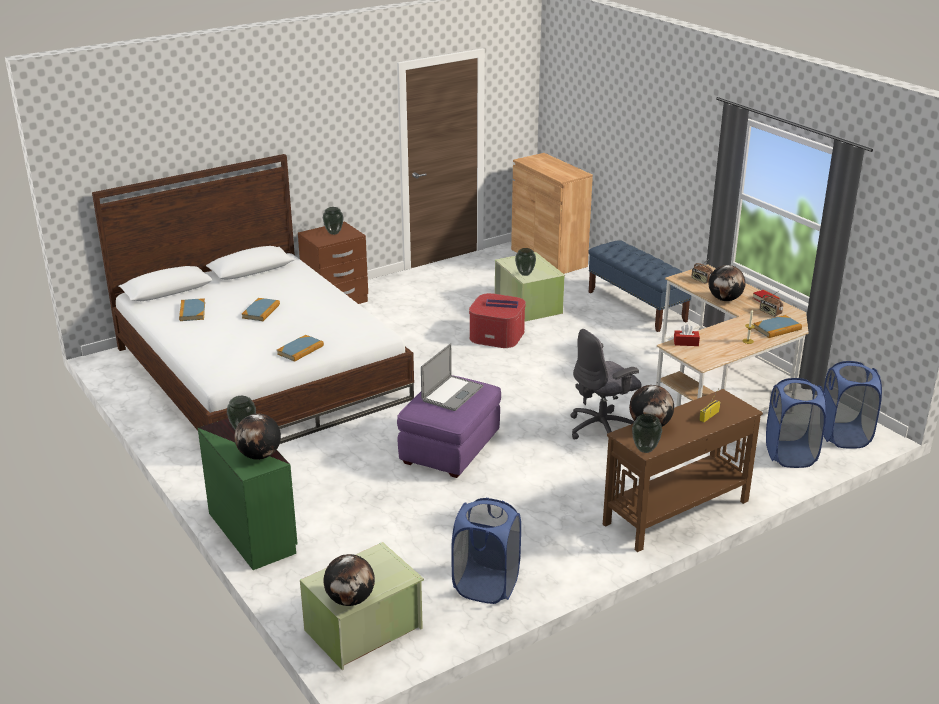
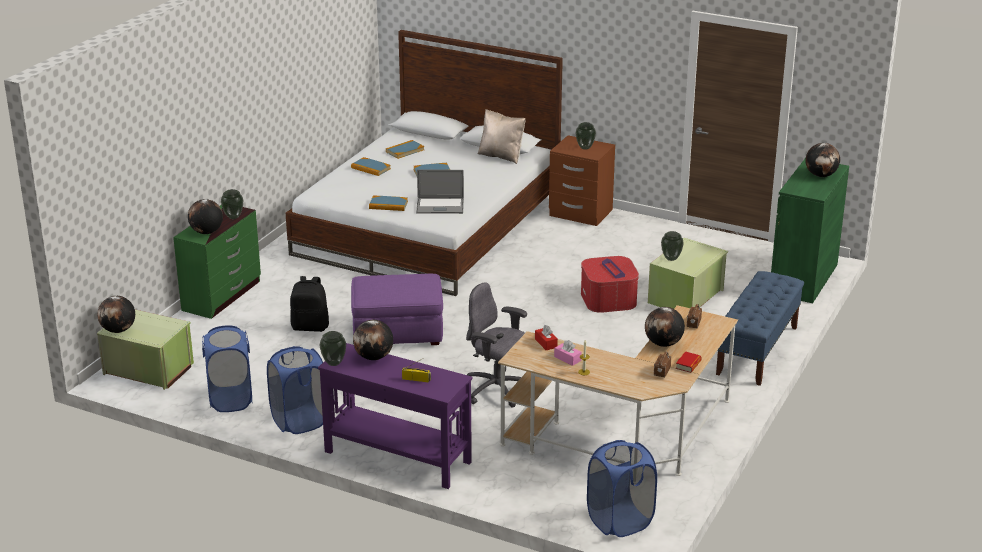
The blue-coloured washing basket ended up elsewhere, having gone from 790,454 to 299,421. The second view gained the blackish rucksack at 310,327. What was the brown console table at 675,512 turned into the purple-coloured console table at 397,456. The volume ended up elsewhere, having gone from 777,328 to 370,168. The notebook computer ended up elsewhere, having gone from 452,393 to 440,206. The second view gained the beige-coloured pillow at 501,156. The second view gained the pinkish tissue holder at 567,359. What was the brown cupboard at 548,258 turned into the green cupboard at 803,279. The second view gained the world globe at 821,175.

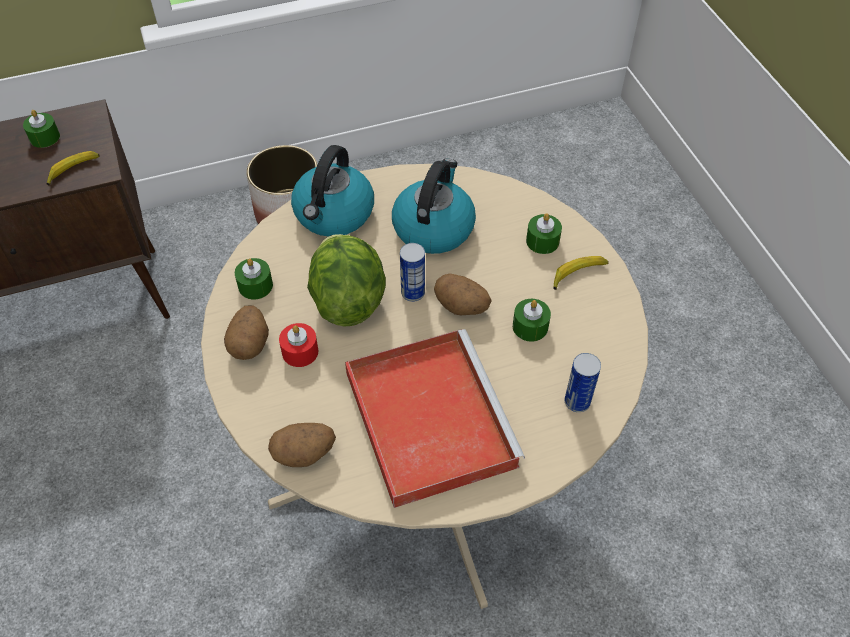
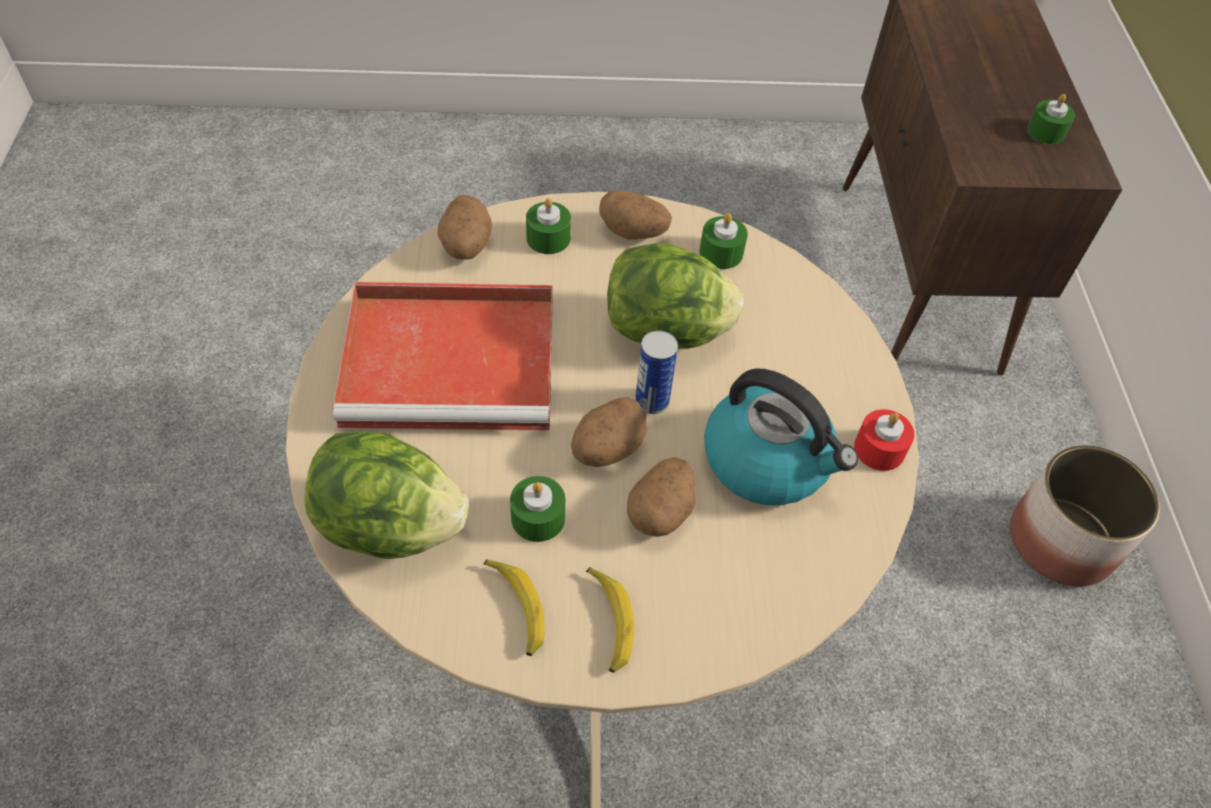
Where the sealed can stood at 577,402, the lettuce head came to stand at 391,526. The banana ended up elsewhere, having gone from 73,170 to 516,608. The green wax candle ended up elsewhere, having gone from 542,241 to 548,238. The second view gained the spud at 660,512. The reddish wax candle ended up elsewhere, having gone from 300,351 to 879,449. The second view lost the tea kettle at 334,214.

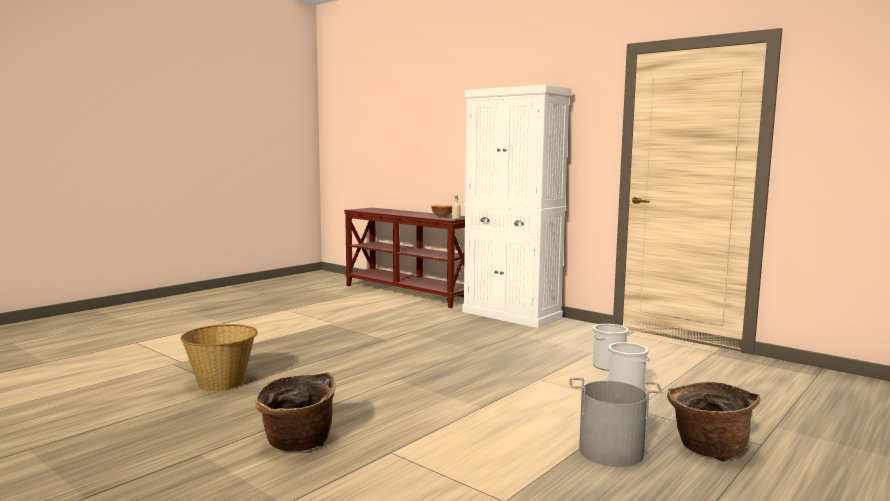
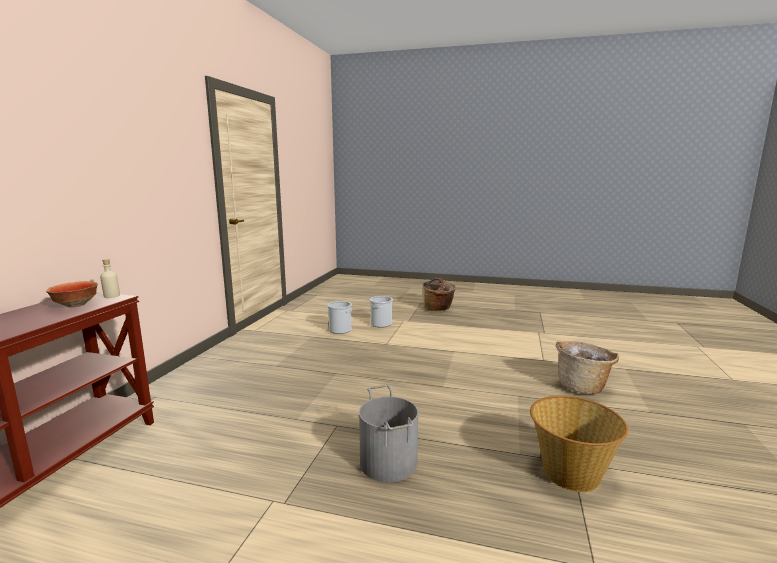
The grey pail ended up elsewhere, having gone from 611,452 to 389,462. The second view lost the white-coloured cupboard at 511,315.

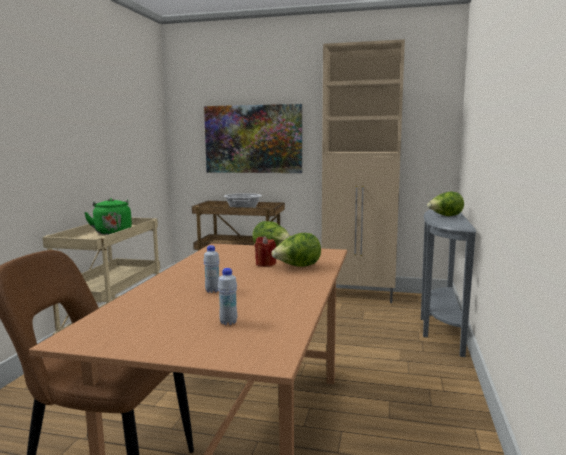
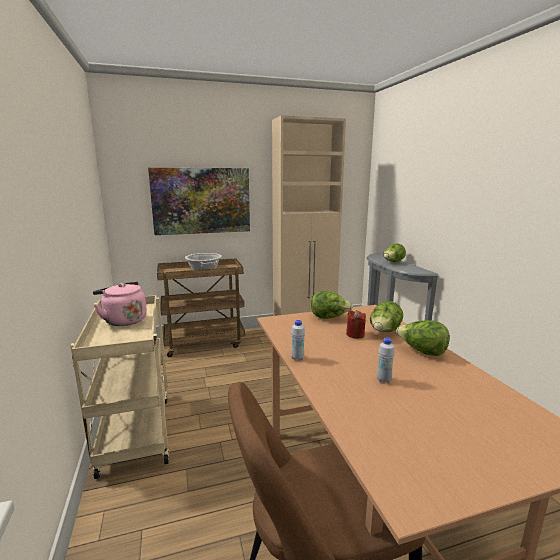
What was the green tea kettle at 112,232 turned into the pinkish tea kettle at 123,320. The white-coloured beverage bottle ended up elsewhere, having gone from 228,322 to 297,358. The second view gained the lettuce head at 422,352.

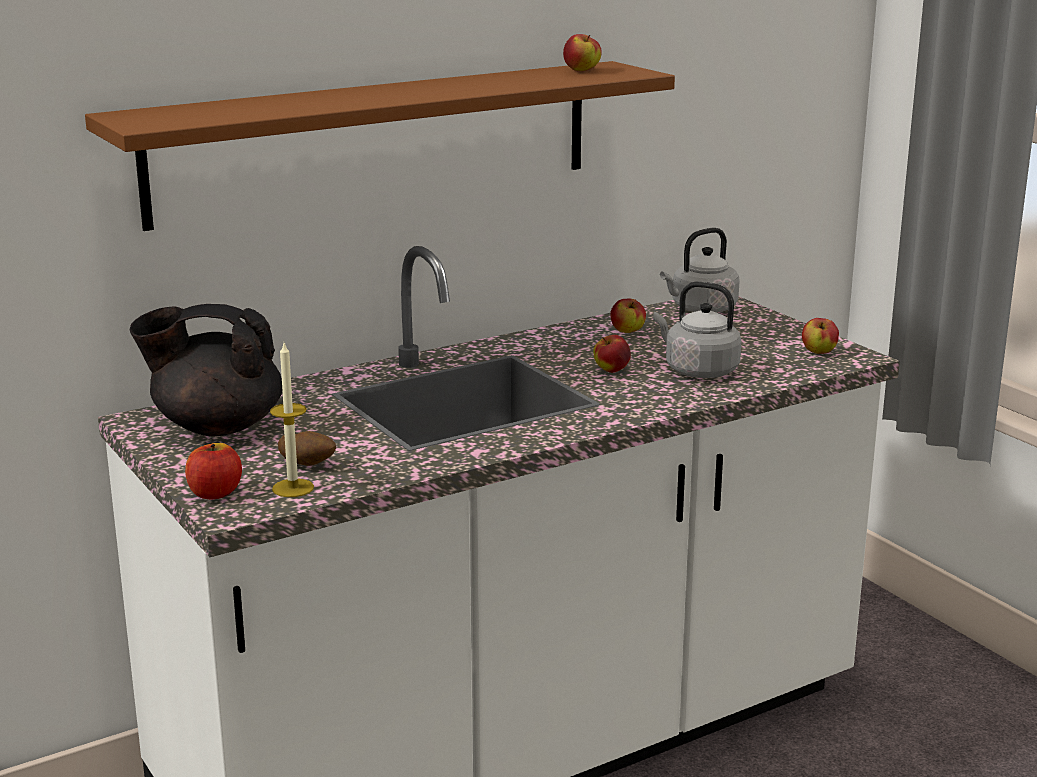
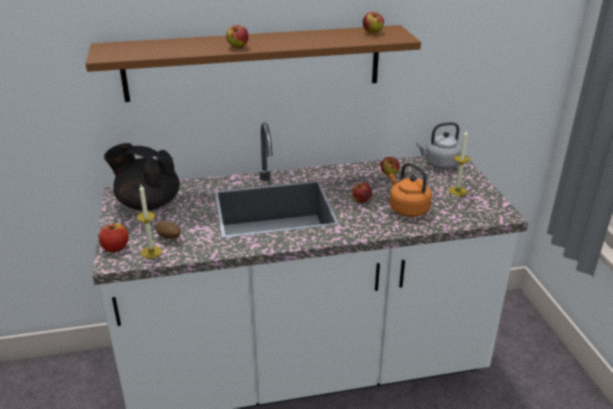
The apple fruit ended up elsewhere, having gone from 818,352 to 238,47. What was the grey tea kettle at 697,370 turned into the orangey tea kettle at 407,209. The second view gained the wax candle at 457,191.

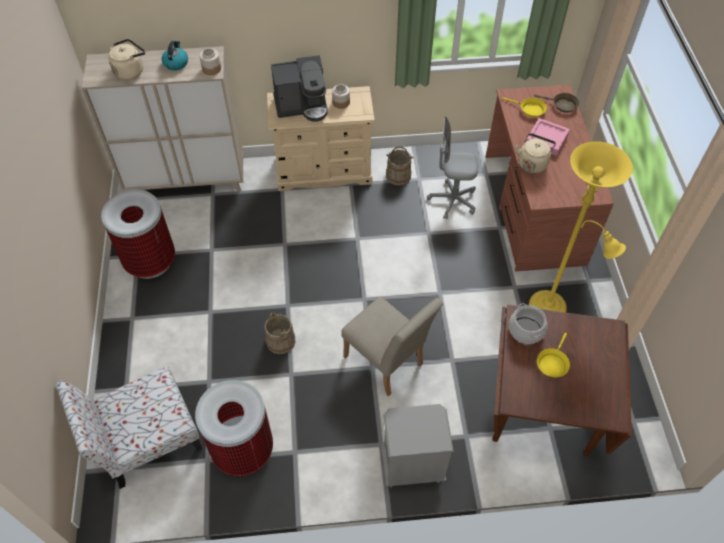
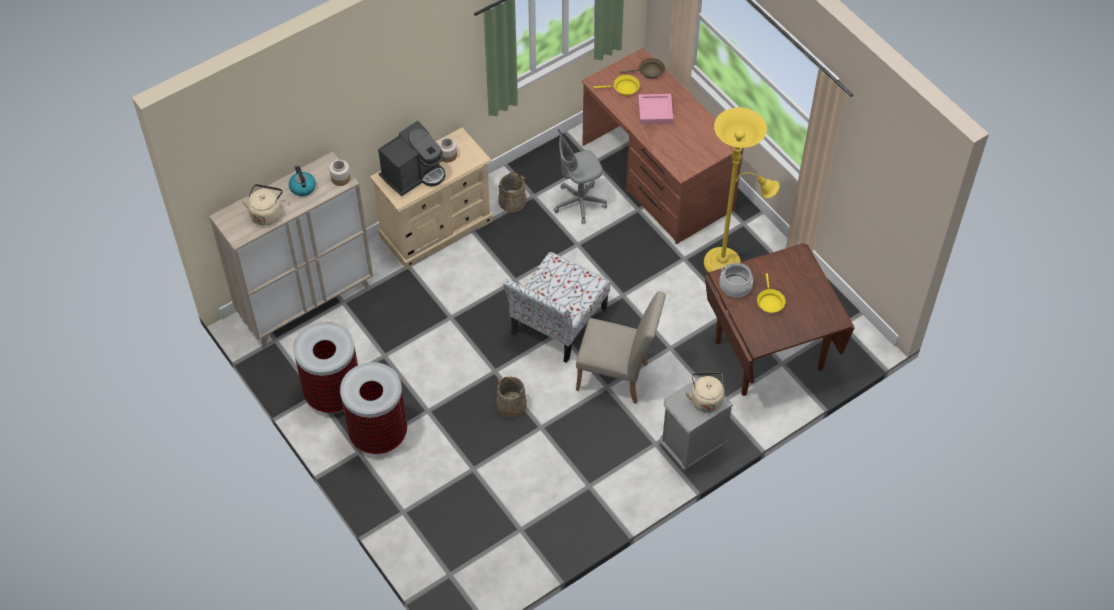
The waste bin ended up elsewhere, having gone from 242,449 to 378,434. The plain chair ended up elsewhere, having gone from 146,439 to 557,323. The beige-coloured tea kettle ended up elsewhere, having gone from 532,163 to 706,399.

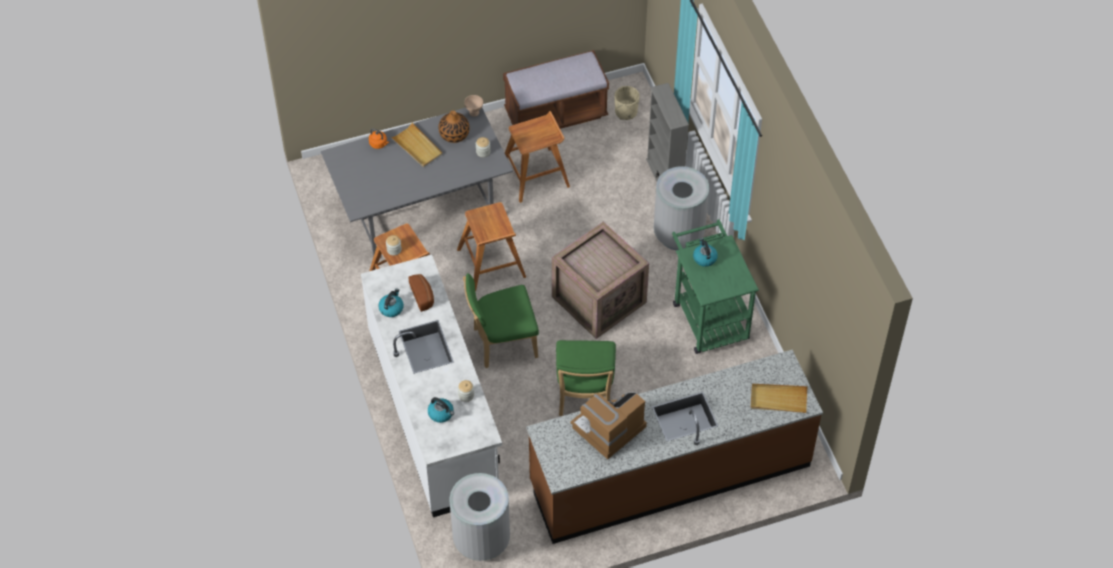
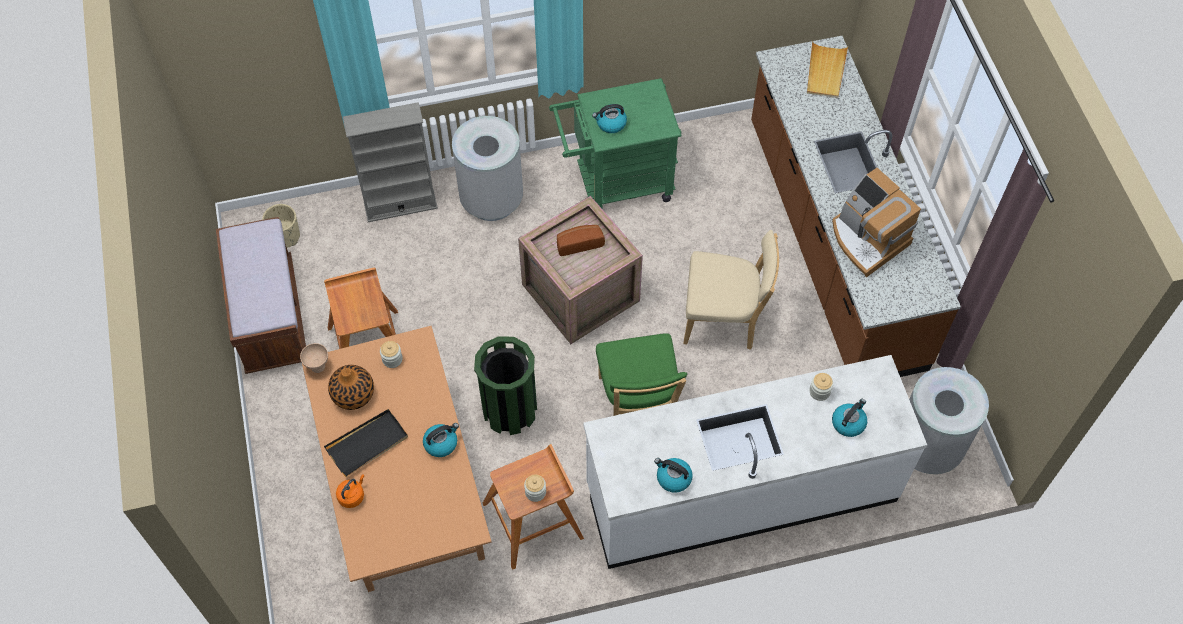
What was the grey dining table at 421,210 turned into the brown dining table at 405,493. What was the beige-coloured serving tray at 417,147 turned into the blackish serving tray at 367,444. The second view gained the tea kettle at 441,443. Where the brown stool stood at 491,264, the green waste bin came to stand at 510,410. The baked bread ended up elsewhere, having gone from 423,296 to 579,243. What was the green plain chair at 584,397 turned into the beige-coloured plain chair at 724,320.

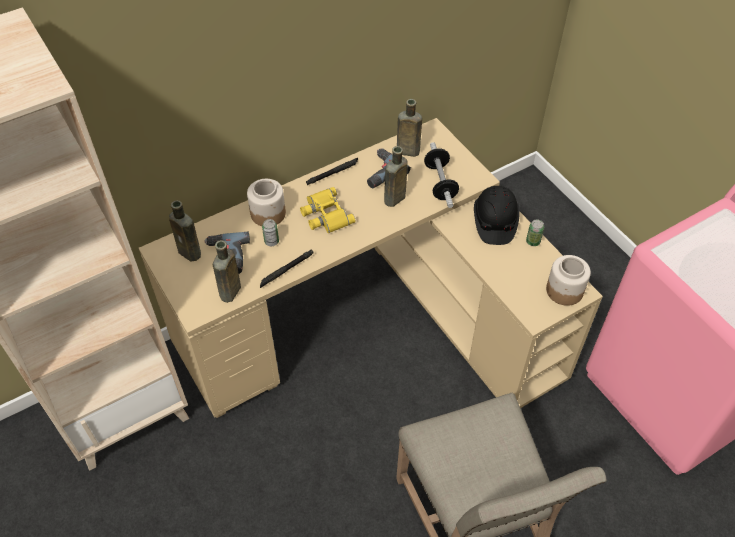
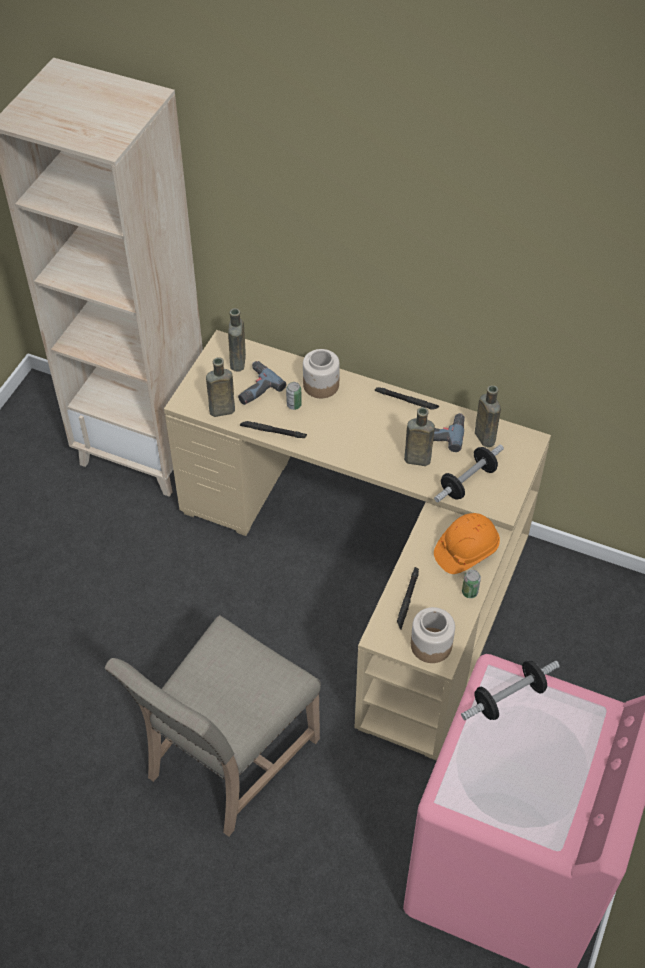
The second view gained the blackish hand torch at 407,599. What was the blackish hard hat at 494,222 turned into the orangey hard hat at 466,550. The second view gained the free weight at 508,698. The second view lost the yellow-coloured pair of binoculars at 325,214.

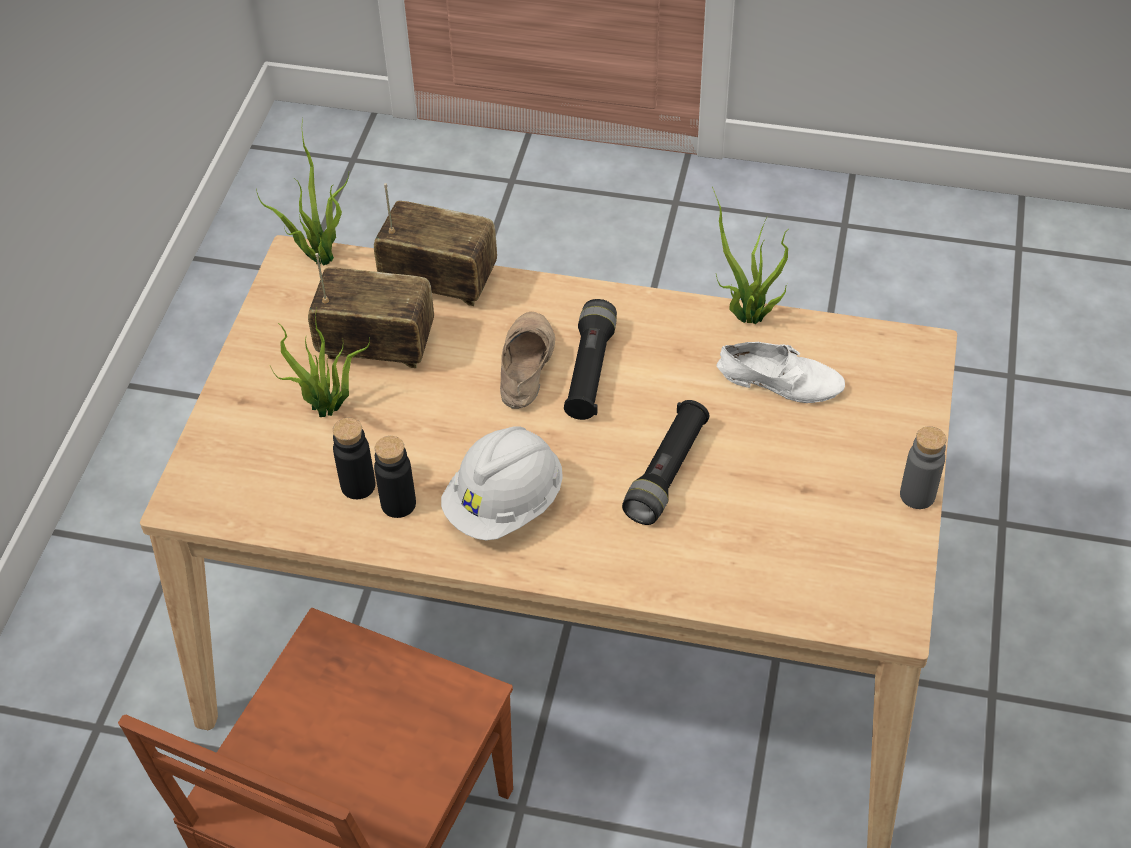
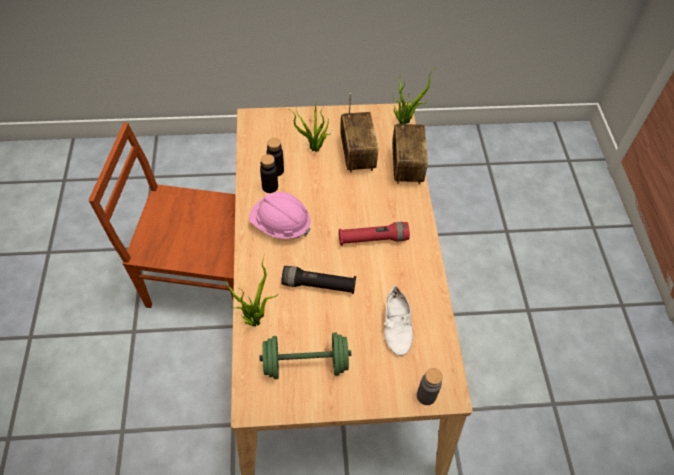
The houseplant ended up elsewhere, having gone from 747,317 to 254,318. What was the white-coloured hard hat at 505,504 turned into the pinkish hard hat at 280,225. The second view gained the green free weight at 305,364. What was the blackish hand torch at 590,371 turned into the reddish hand torch at 373,239. The grey beverage bottle ended up elsewhere, having gone from 917,495 to 426,396. The second view lost the beige-coloured low shoe at 524,365.

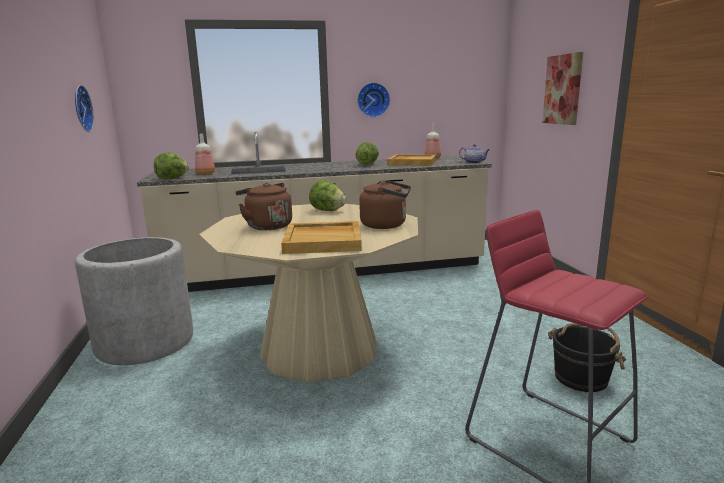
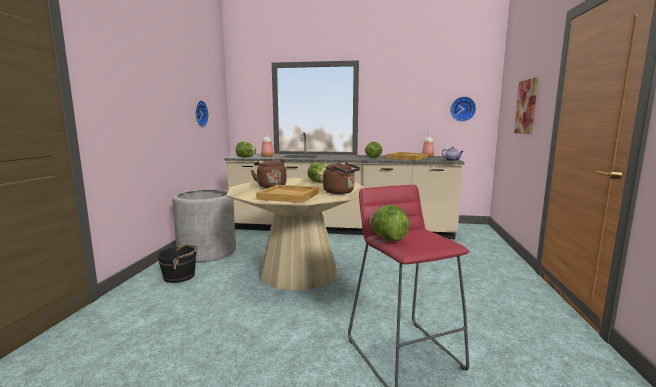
The blackish pail ended up elsewhere, having gone from 581,378 to 180,276. The second view gained the lettuce head at 387,239. The hanging clock ended up elsewhere, having gone from 373,100 to 462,109.

